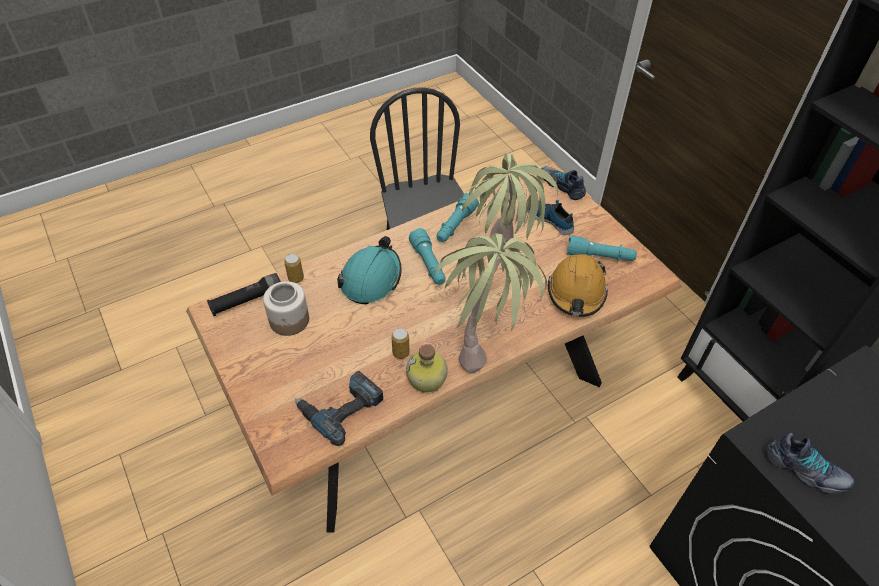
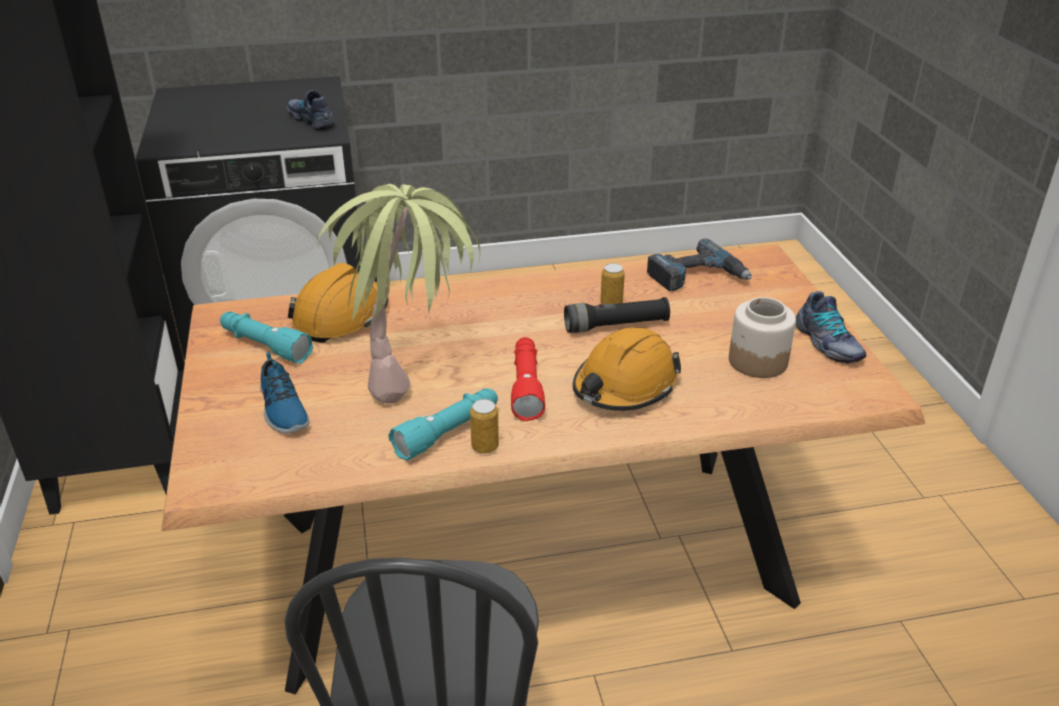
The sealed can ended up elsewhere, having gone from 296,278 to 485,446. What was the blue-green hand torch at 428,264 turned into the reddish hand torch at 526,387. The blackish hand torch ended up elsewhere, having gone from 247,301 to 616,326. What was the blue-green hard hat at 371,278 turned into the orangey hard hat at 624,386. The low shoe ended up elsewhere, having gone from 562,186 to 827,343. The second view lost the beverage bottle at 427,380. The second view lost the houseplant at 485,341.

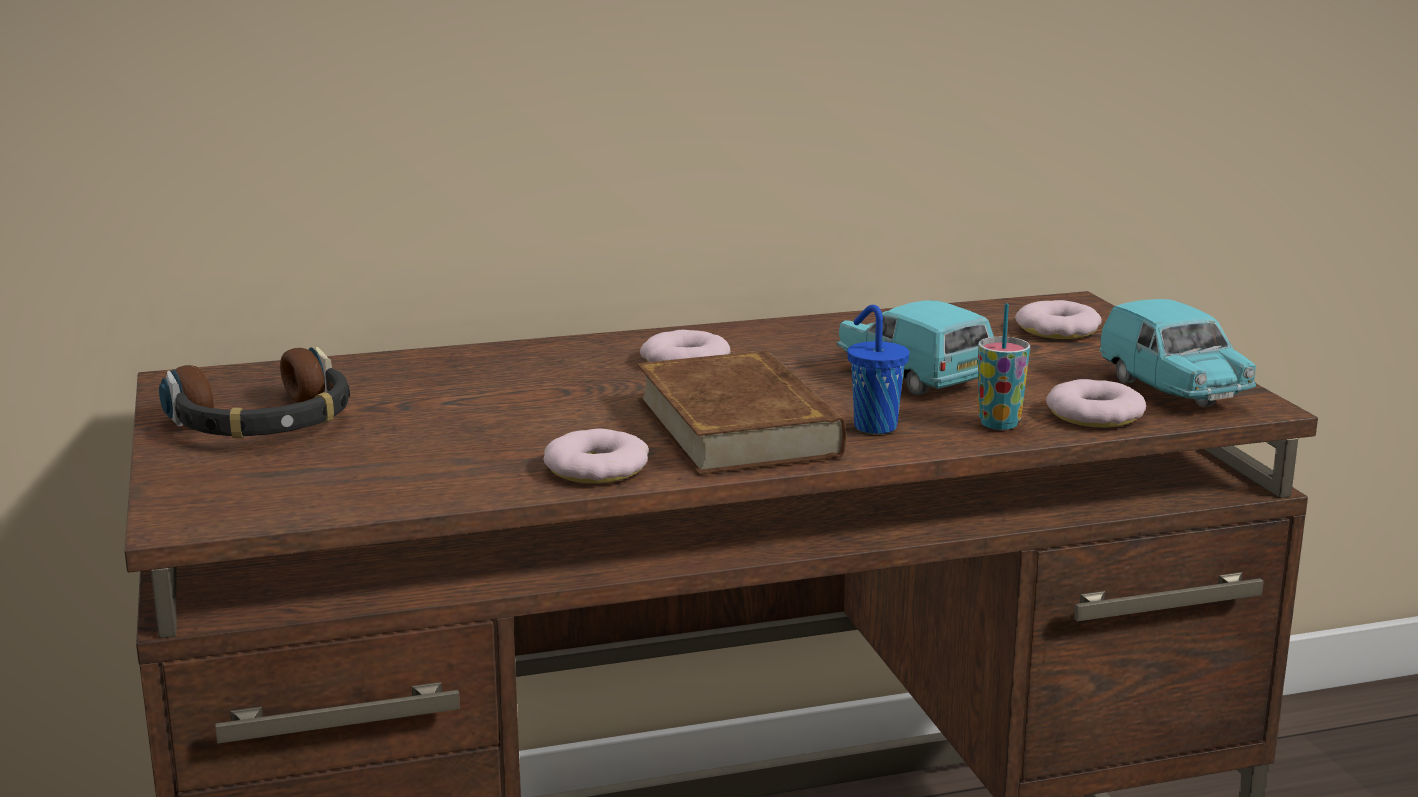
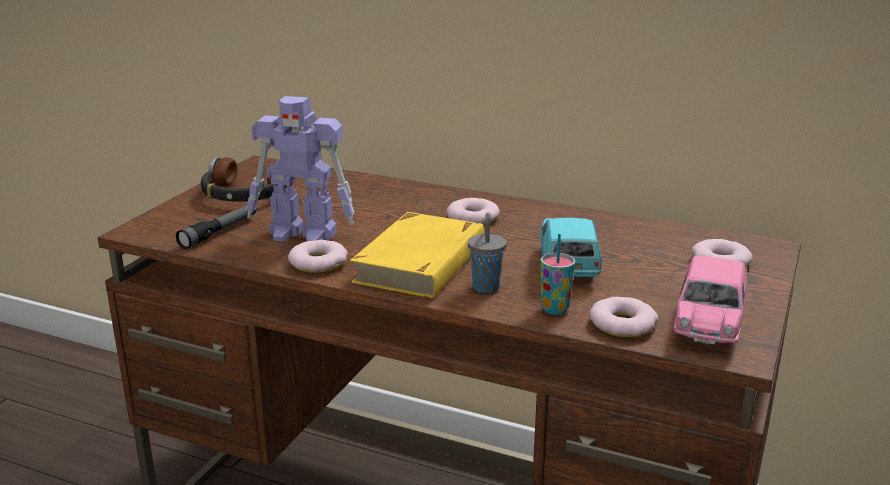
The second view gained the hand torch at 219,232. The second view gained the robot figure at 304,234. What was the brown volume at 738,427 turned into the yellow-coloured volume at 421,263. What was the blue-coloured drinking cup at 873,426 turned into the grey drinking cup at 486,286. What was the blue-green miniature car at 1174,390 turned into the pinkish miniature car at 708,326.

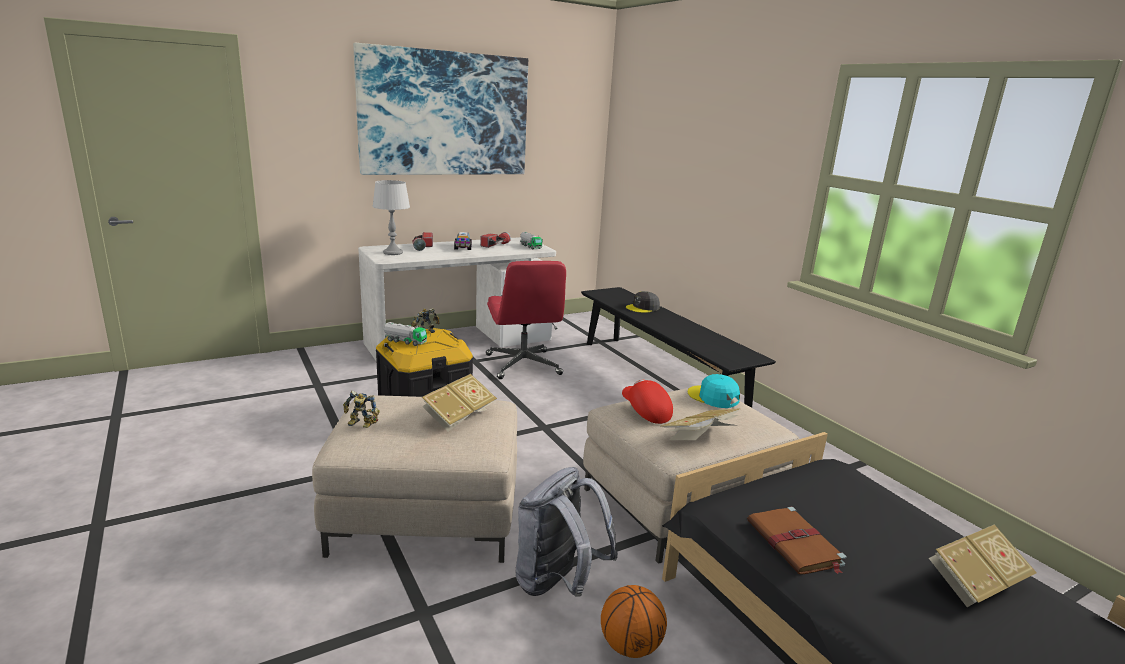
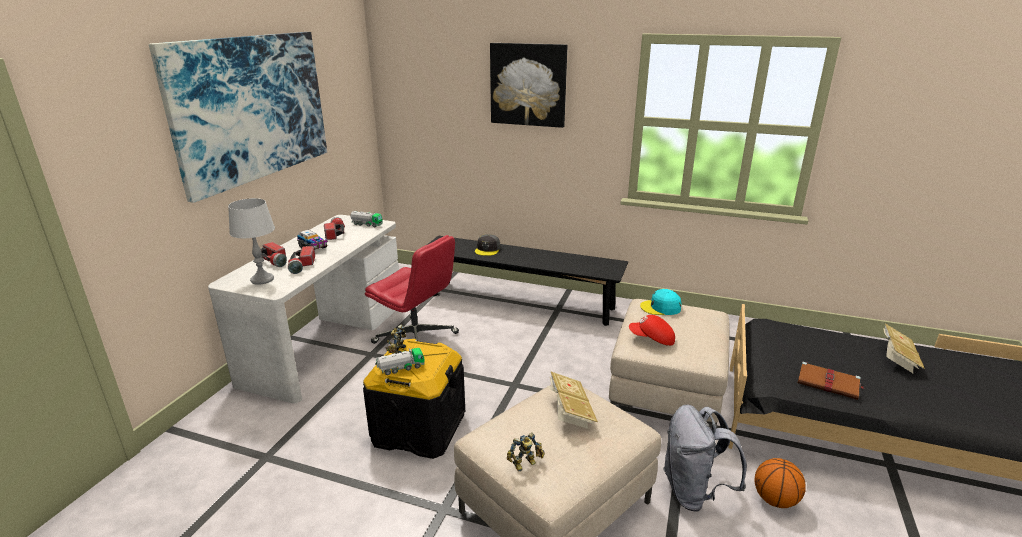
The second view gained the hand torch at 302,265. The second view gained the picture at 528,85. The second view lost the volume at 699,438.

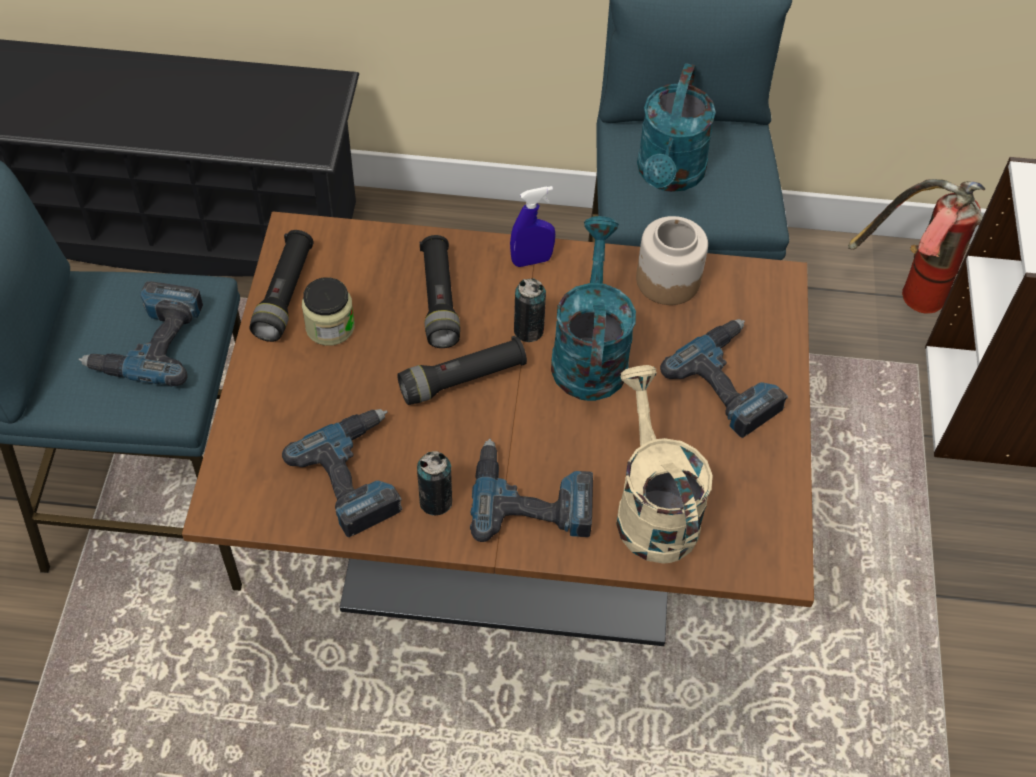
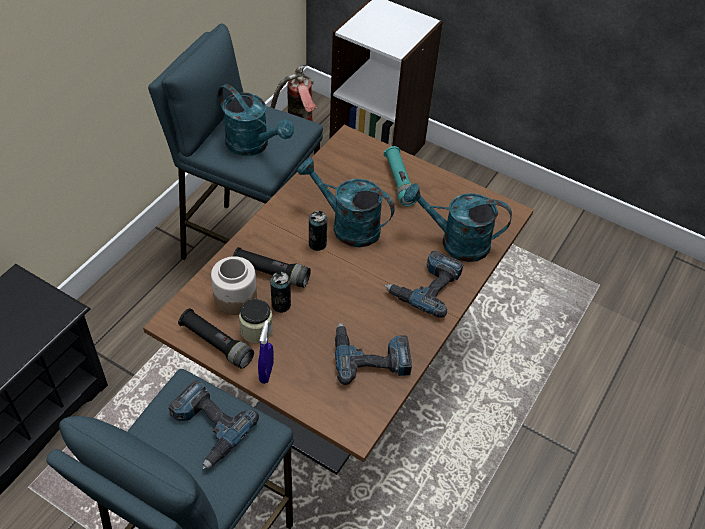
The storage jar ended up elsewhere, having gone from 667,279 to 235,298. The blue-coloured spray bottle ended up elsewhere, having gone from 531,260 to 266,372. The sealed can ended up elsewhere, having gone from 435,501 to 281,305. Where the drill stood at 731,382, the blue-green hand torch came to stand at 399,182. What was the beige-coloured watering can at 652,507 turned into the blue-green watering can at 455,242. The second view lost the blackish hand torch at 462,380.

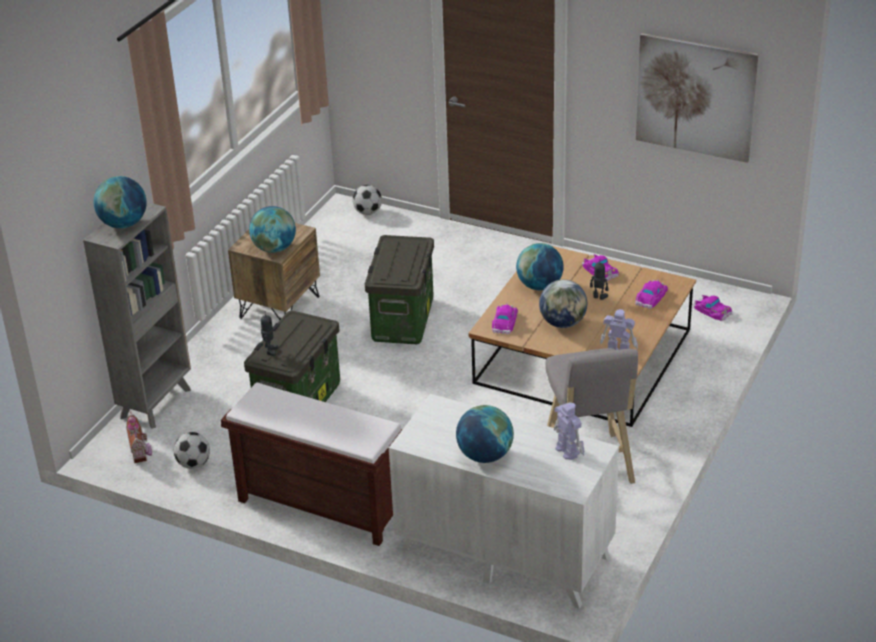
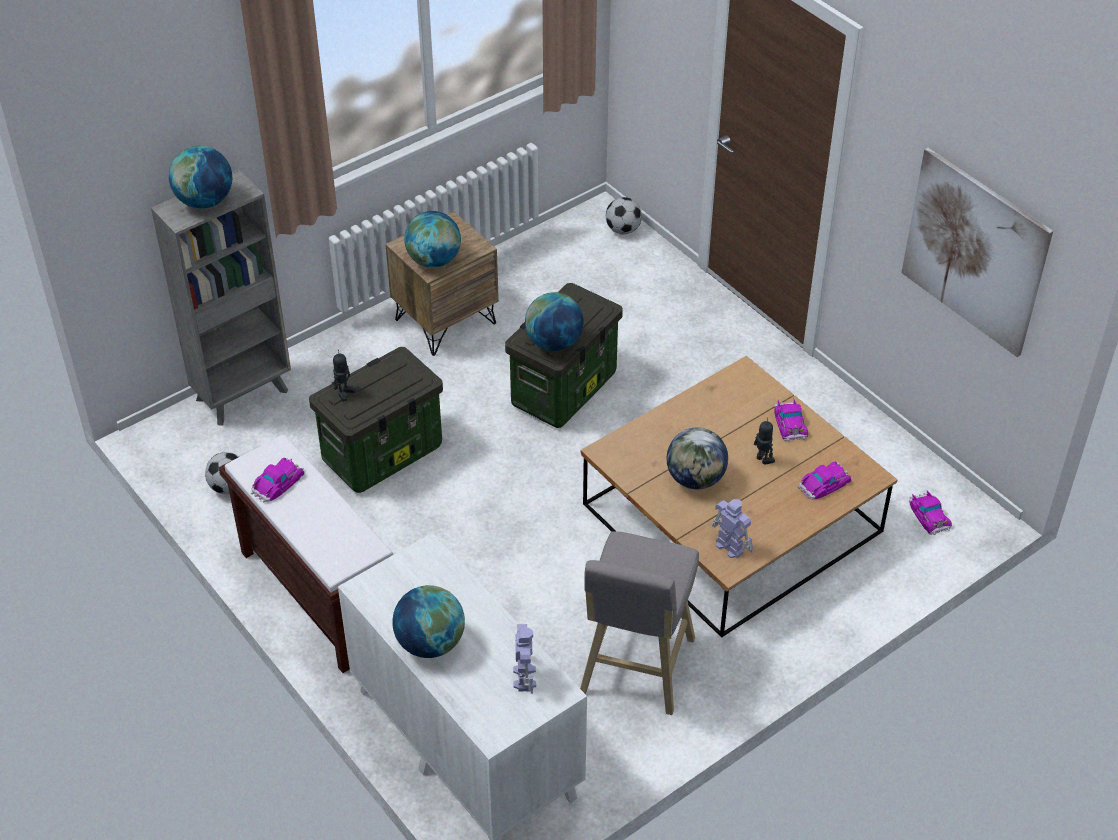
The miniature car ended up elsewhere, having gone from 504,322 to 277,482. The world globe ended up elsewhere, having gone from 539,286 to 554,343. The second view lost the model house at 141,452.

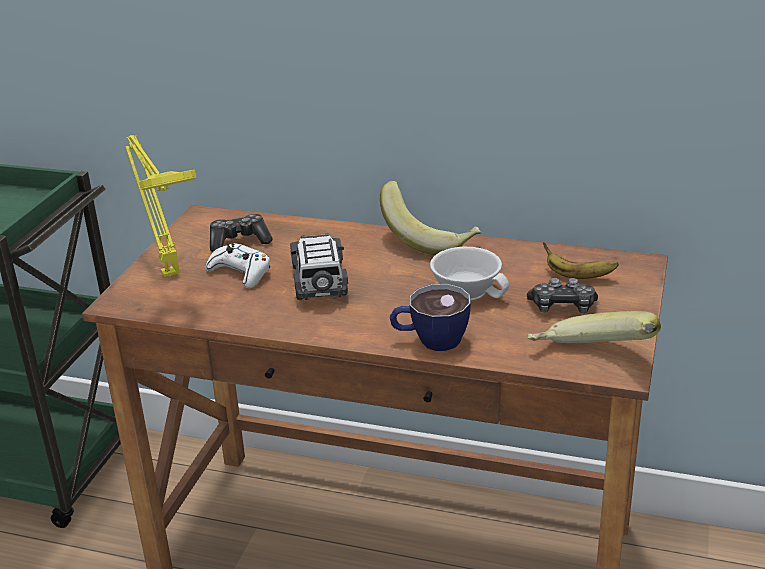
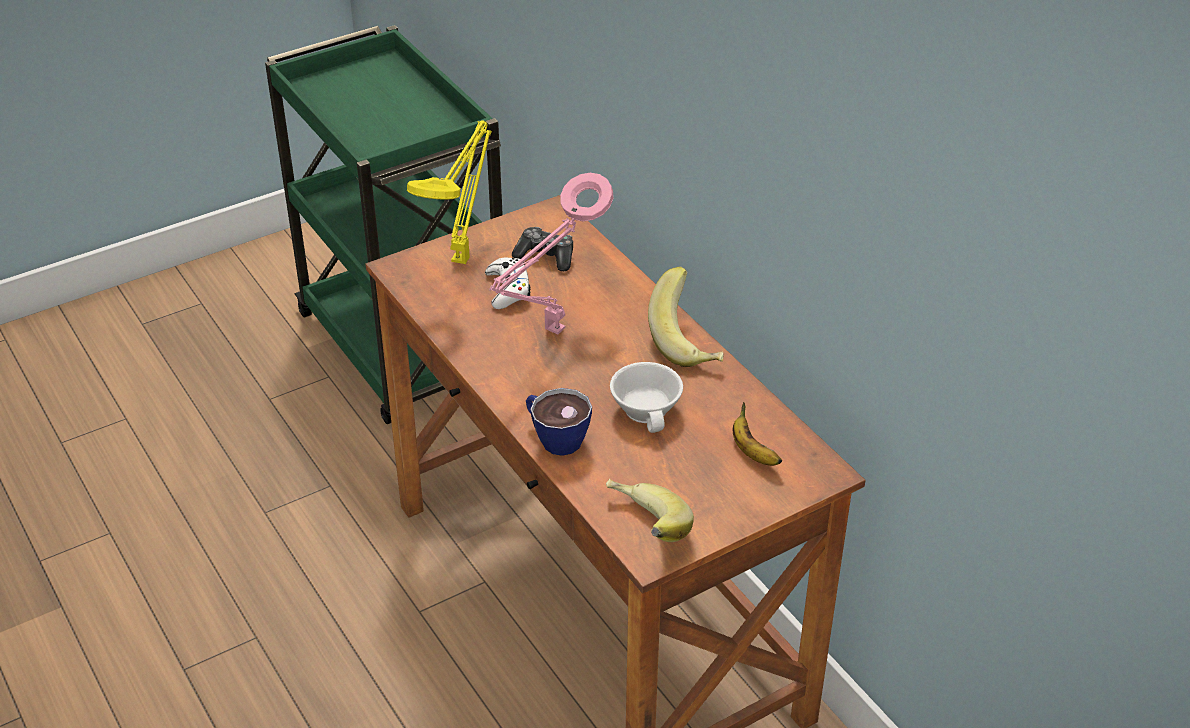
Where the miniature car stood at 320,282, the pinkish table lamp came to stand at 551,333. The second view lost the gamepad at 562,307.

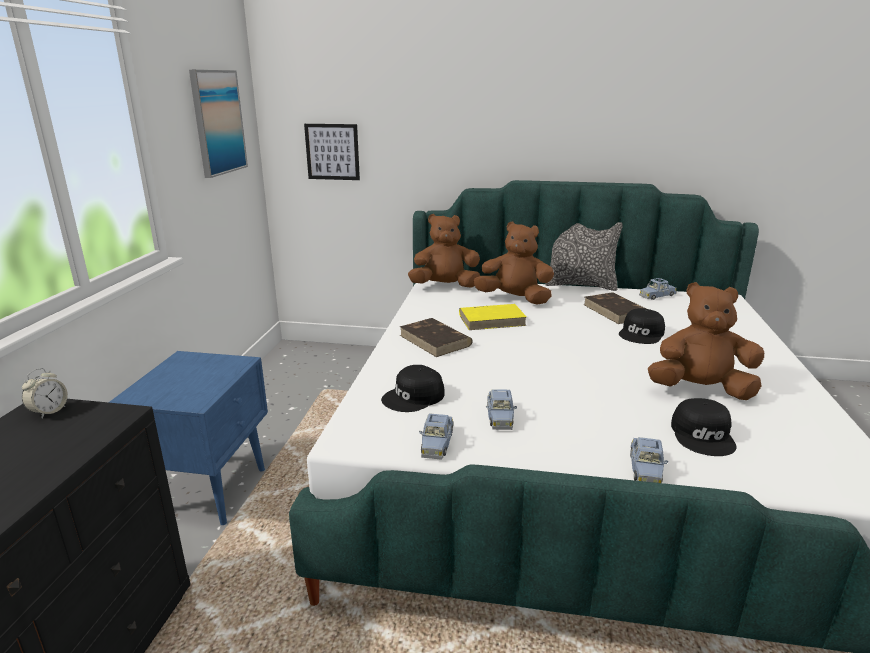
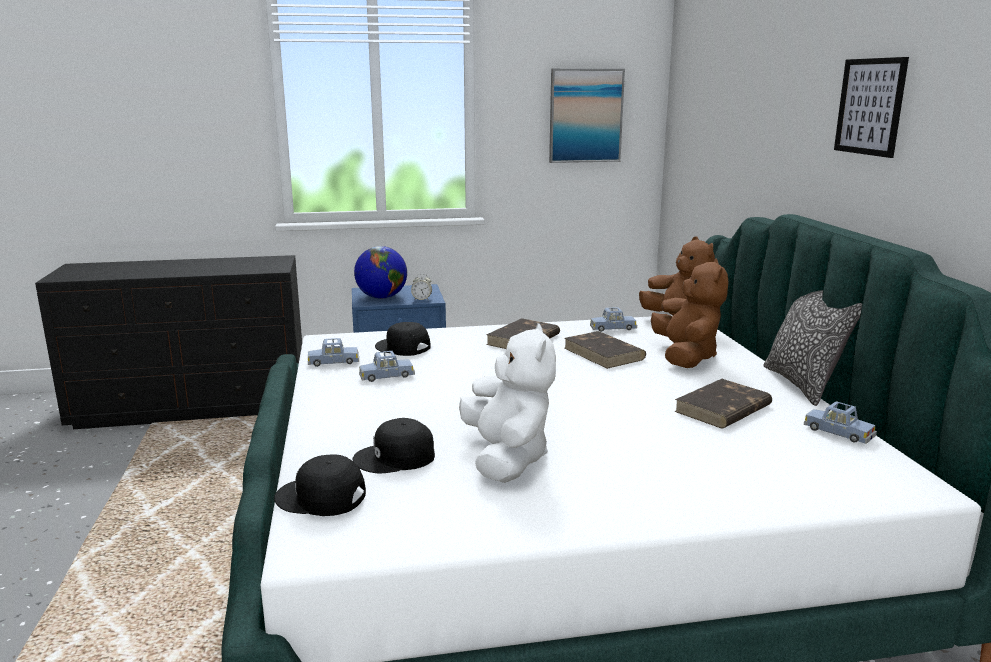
The blackish cap ended up elsewhere, having gone from 642,334 to 320,498. The second view gained the world globe at 382,297. The table clock ended up elsewhere, having gone from 49,411 to 422,299. What was the brown plush toy at 700,390 turned into the white-coloured plush toy at 507,458. What was the yellow-coloured volume at 492,320 turned into the brown volume at 604,354. The blue-coloured miniature car ended up elsewhere, having gone from 645,469 to 613,328. The picture ended up elsewhere, having gone from 332,152 to 870,106.

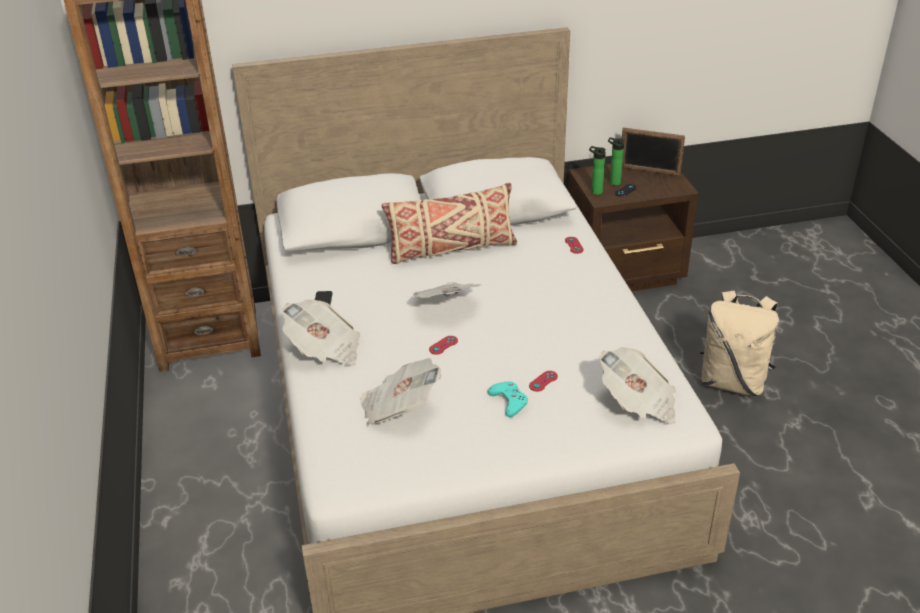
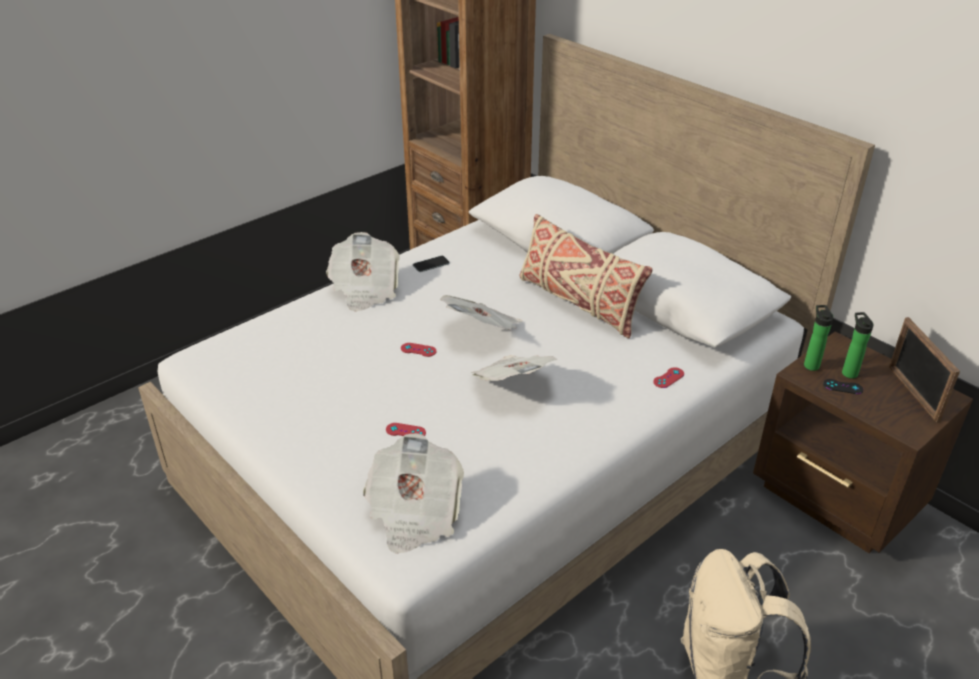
The newspaper ended up elsewhere, having gone from 399,407 to 512,384. The second view lost the blue-green gamepad at 509,401.

